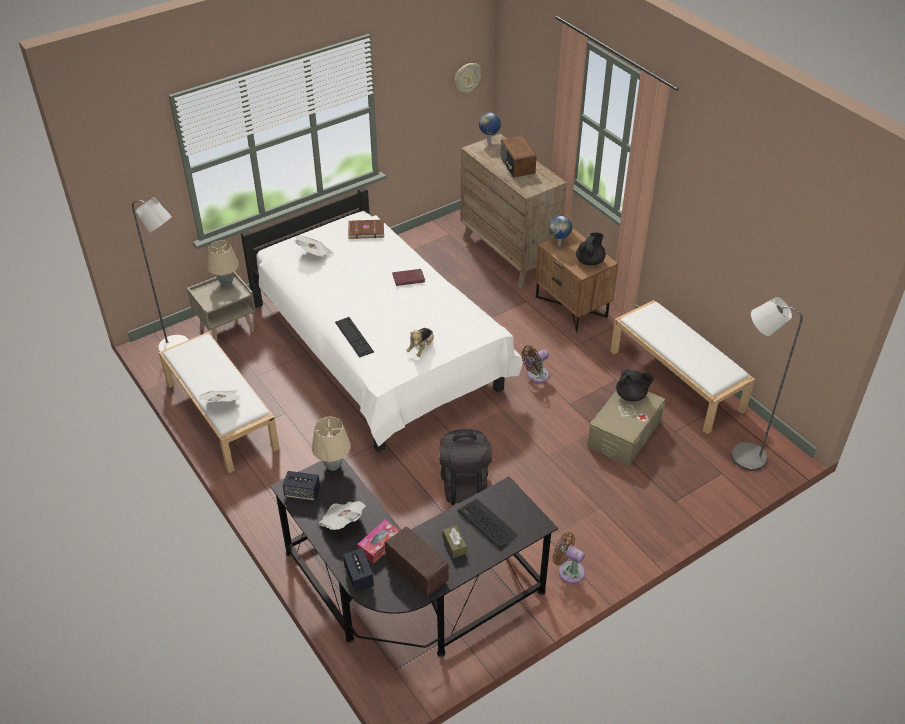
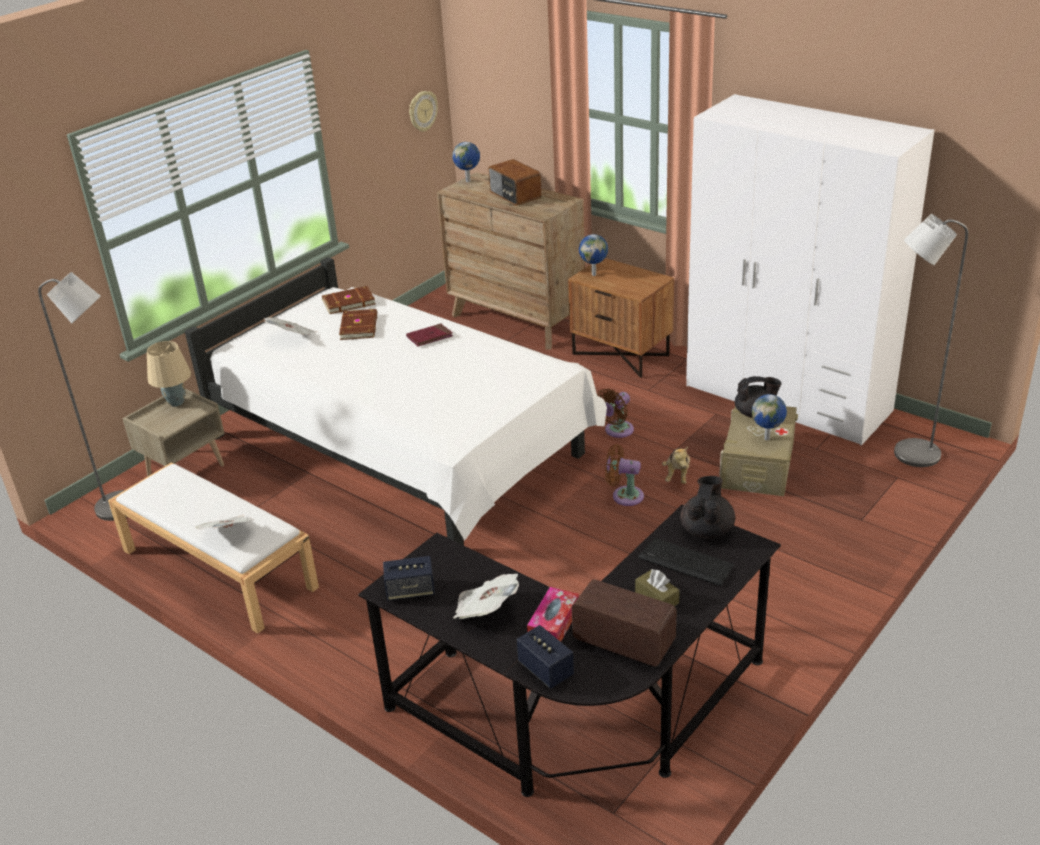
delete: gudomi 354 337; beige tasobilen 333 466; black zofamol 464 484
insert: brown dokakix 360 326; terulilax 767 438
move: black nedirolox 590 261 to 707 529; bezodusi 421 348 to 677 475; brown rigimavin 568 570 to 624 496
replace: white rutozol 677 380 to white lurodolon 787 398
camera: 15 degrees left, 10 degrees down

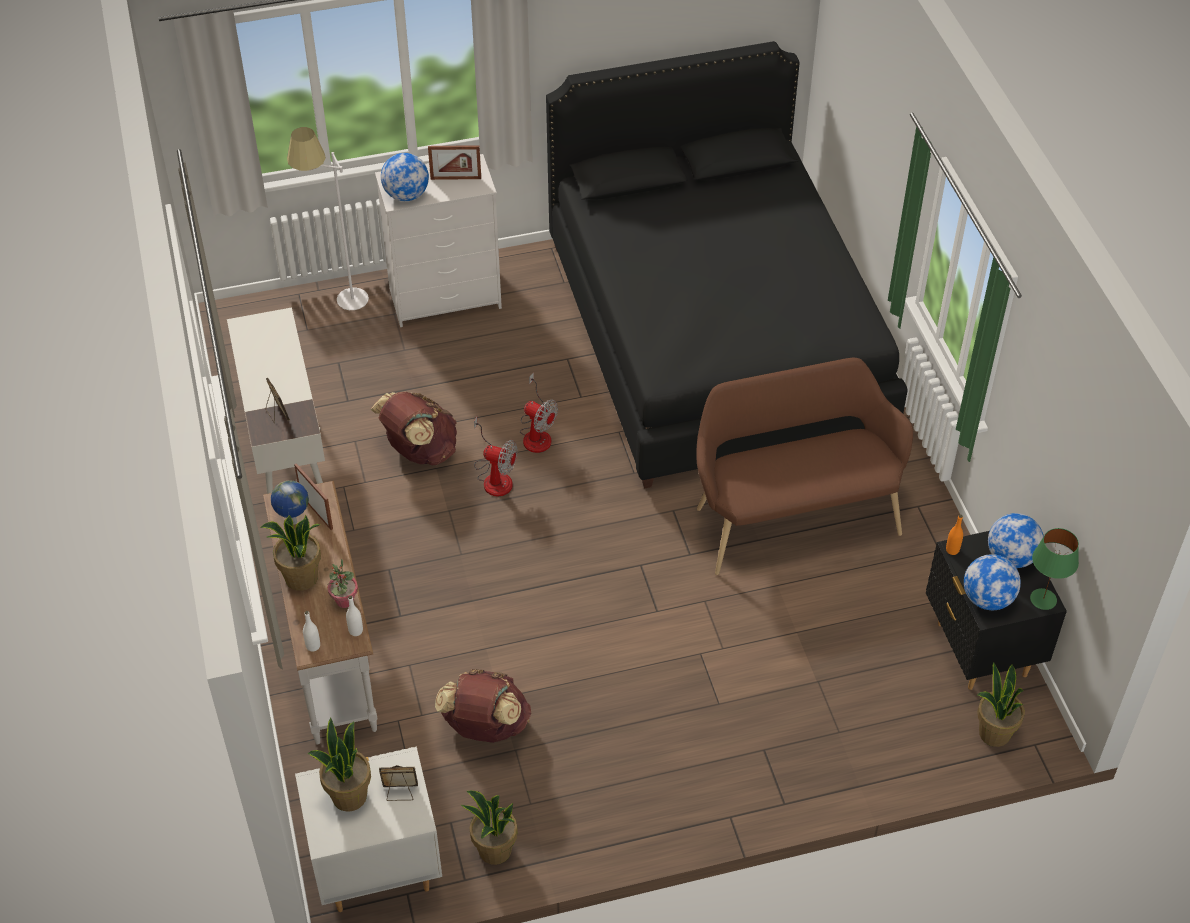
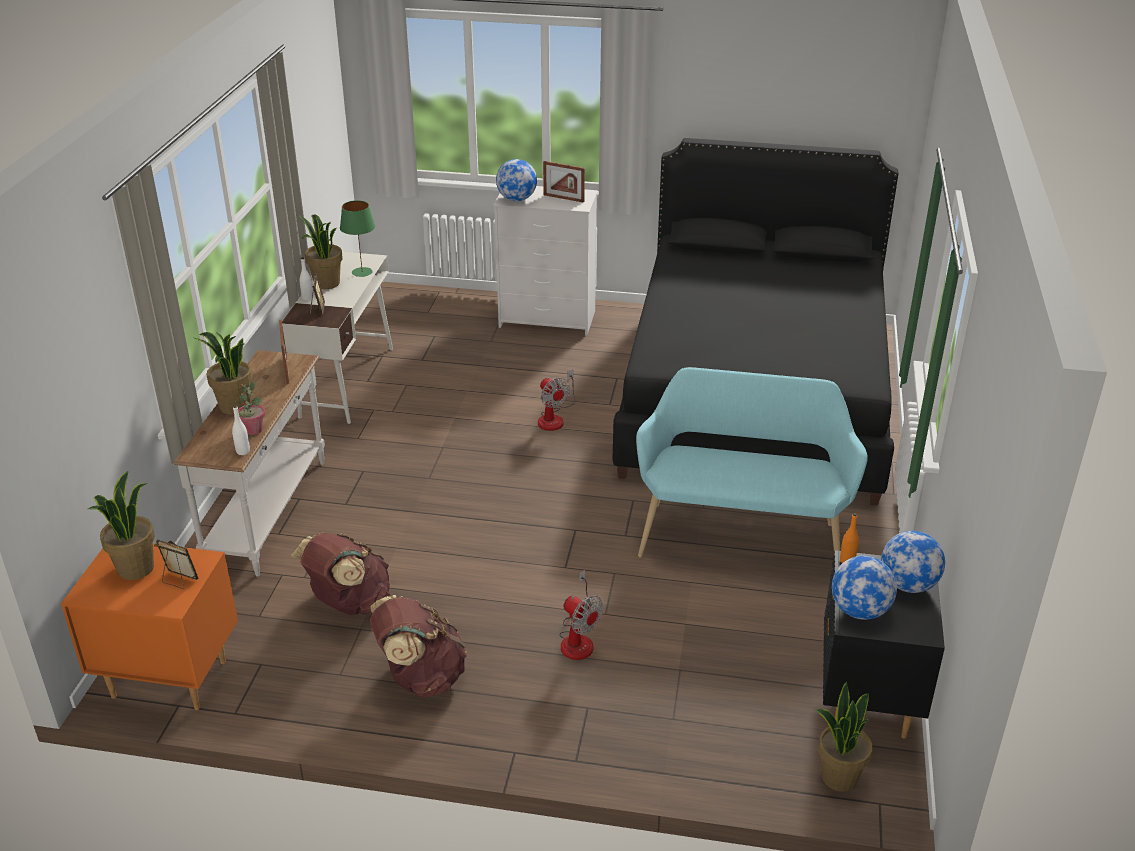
delete: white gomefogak 340 306; terulilax 293 522
move: brown zofamol 419 451 to 420 677; rigimavin 495 477 to 578 639; green tasobilen 1042 599 to 361 272; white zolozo 313 646 to 307 298; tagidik 494 850 to 326 283
recolor: brown rutozol 792 516 to turquoise rutozol 741 535; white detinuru 377 870 to orange detinuru 170 678
camera: 25 degrees right, 15 degrees down

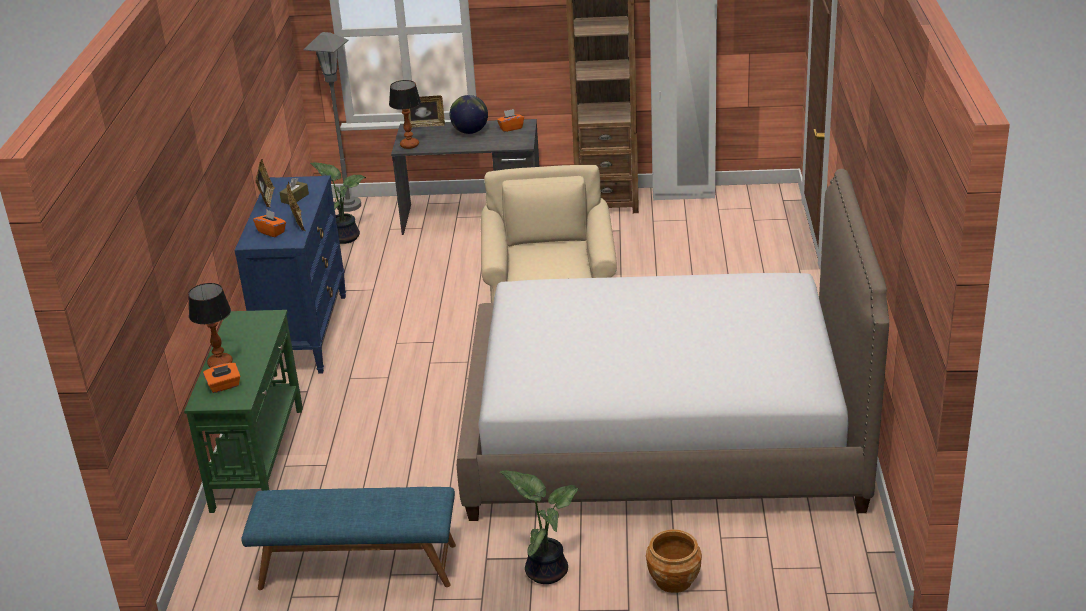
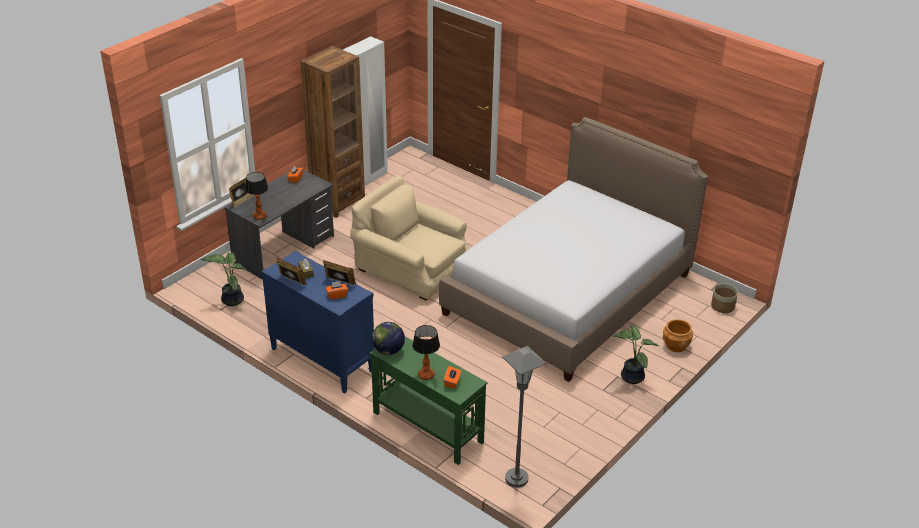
delete: blue rutozol 357 567
insert: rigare 722 306
move: grey gomefogak 348 205 to 516 479; terulilax 470 132 to 388 350
camera: 55 degrees left, 5 degrees up

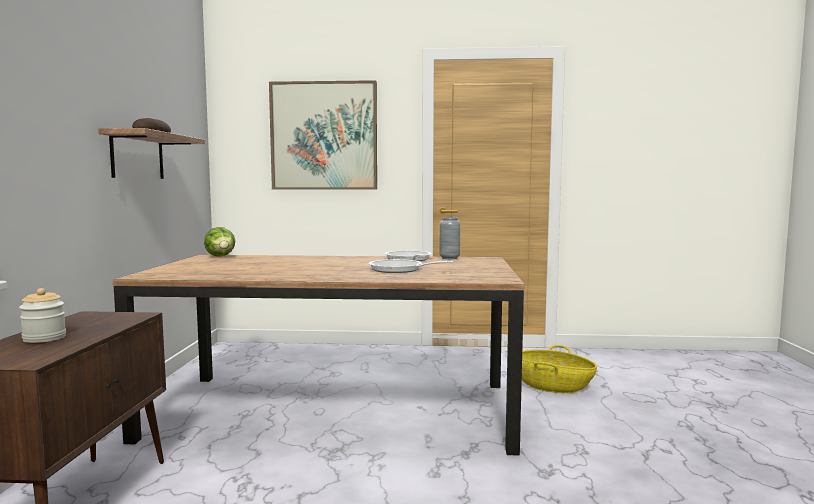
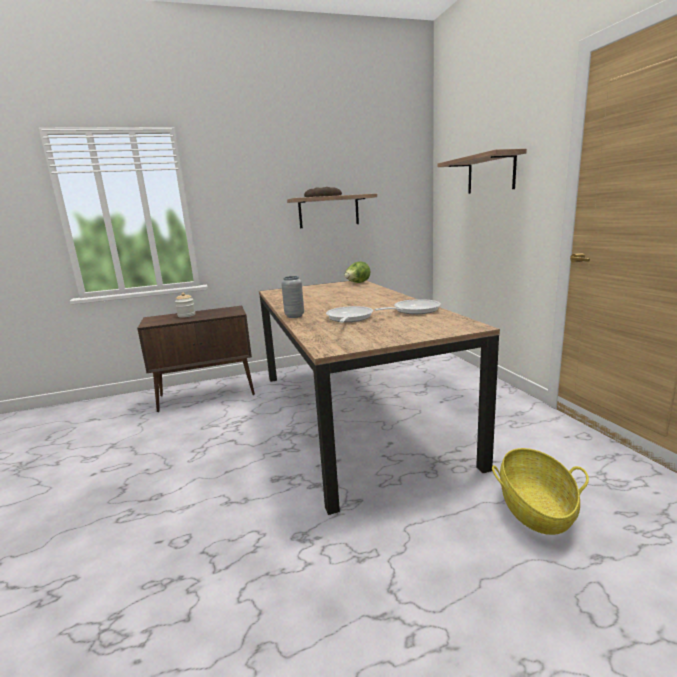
move: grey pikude 449 258 to 294 316
replace: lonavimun 324 136 to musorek 491 174
camera: 70 degrees right, 10 degrees up

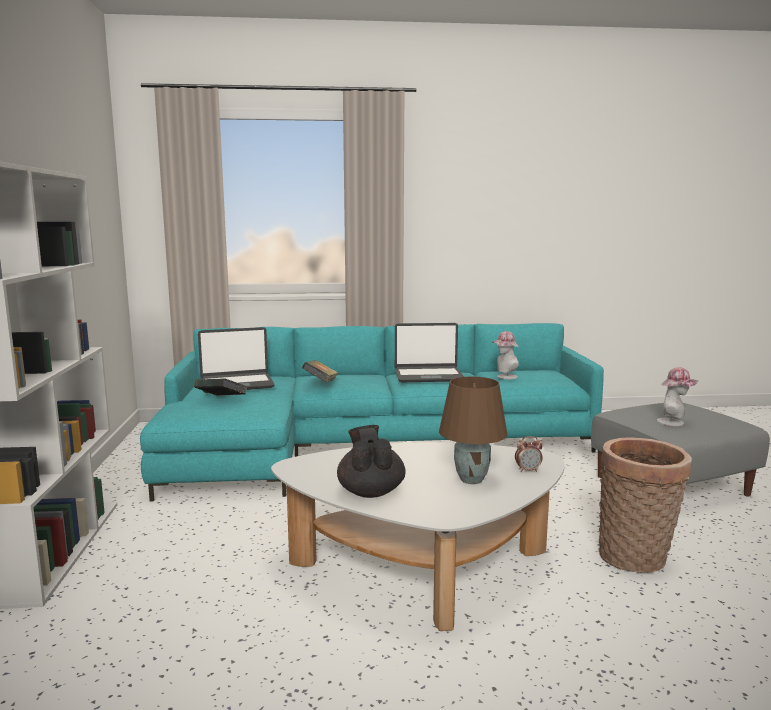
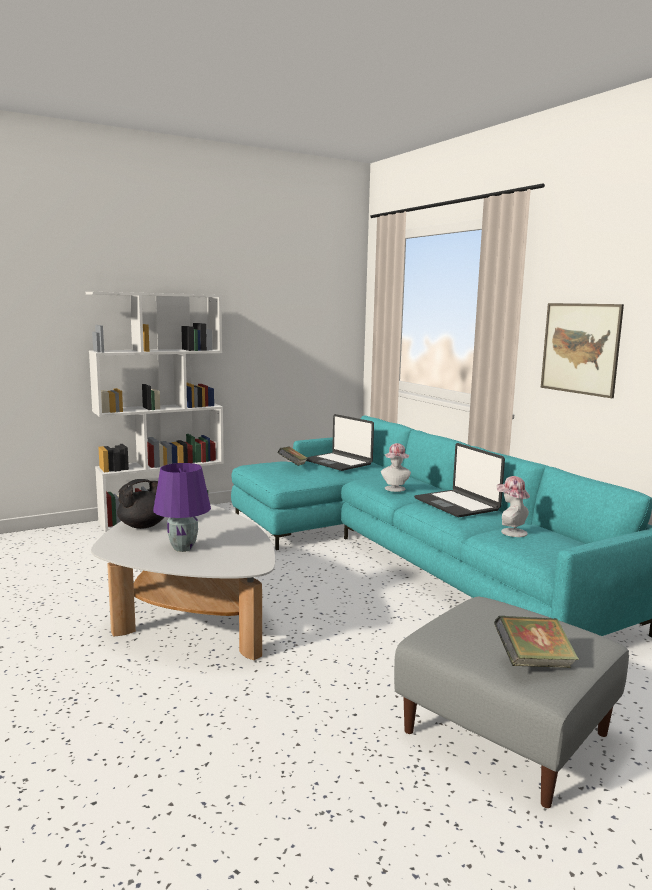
delete: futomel 528 470; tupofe 636 558
insert: lonavimun 580 348
move: dokakix 321 383 to 533 663; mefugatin 674 422 to 395 489
recolor: brown tasobilen 471 479 to purple tasobilen 184 548
camera: 65 degrees right, 0 degrees up

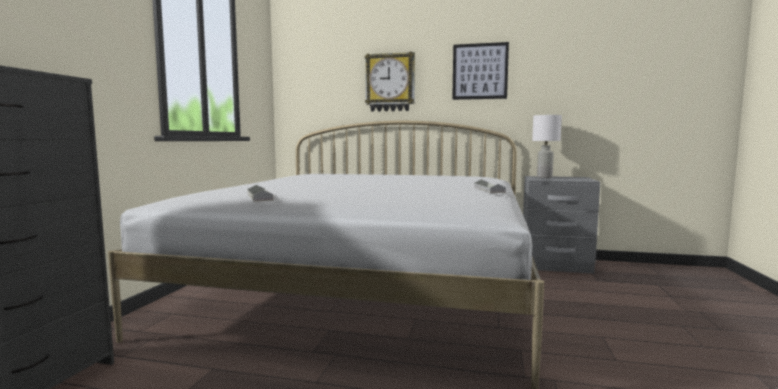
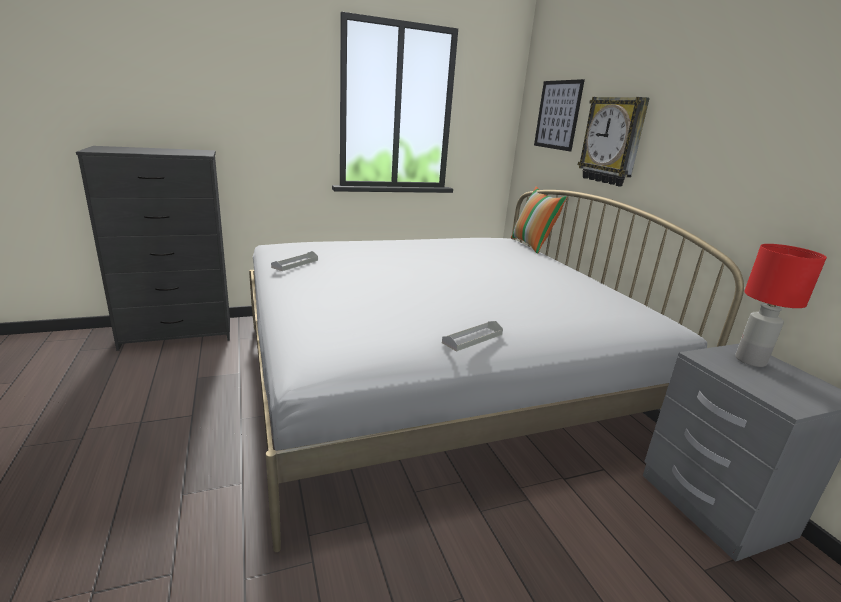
insert: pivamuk 532 245
move: lonavimun 480 71 to 557 115
recolor: white tasobilen 544 177 to red tasobilen 749 360
camera: 55 degrees right, 15 degrees up

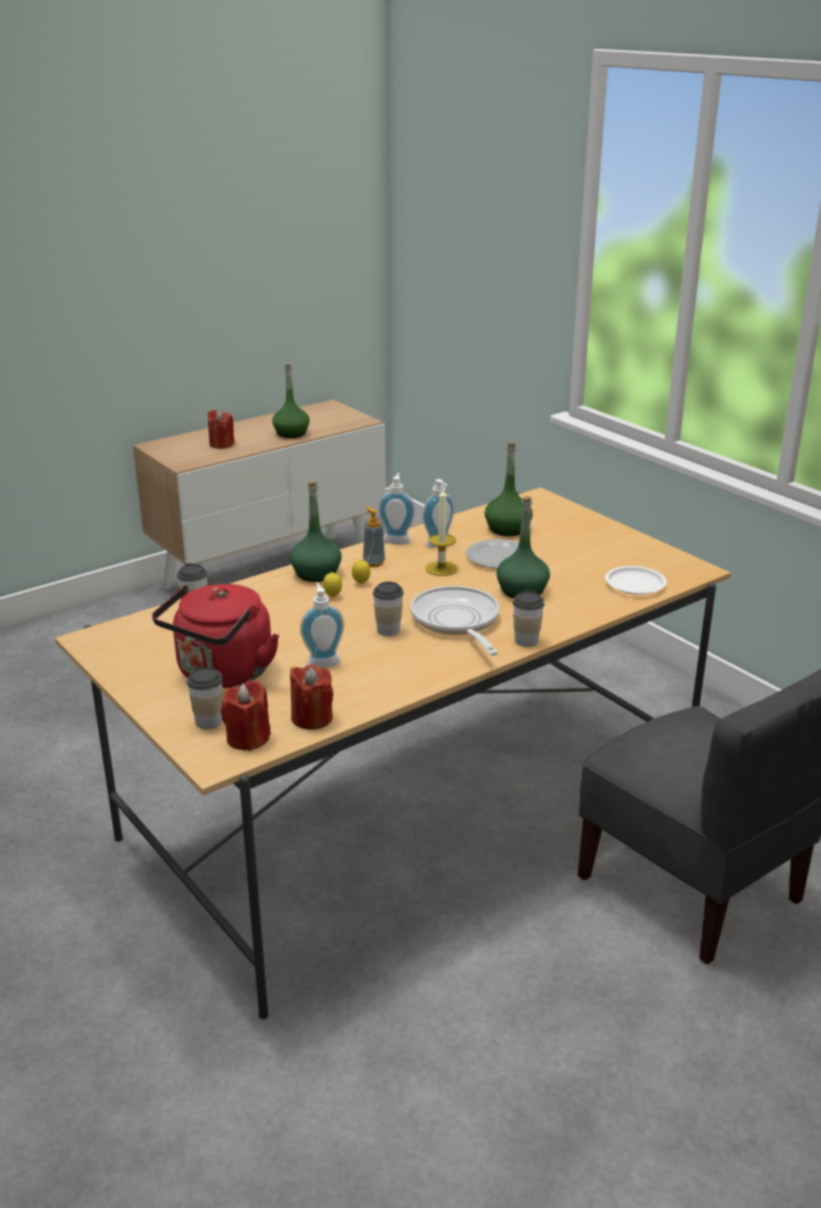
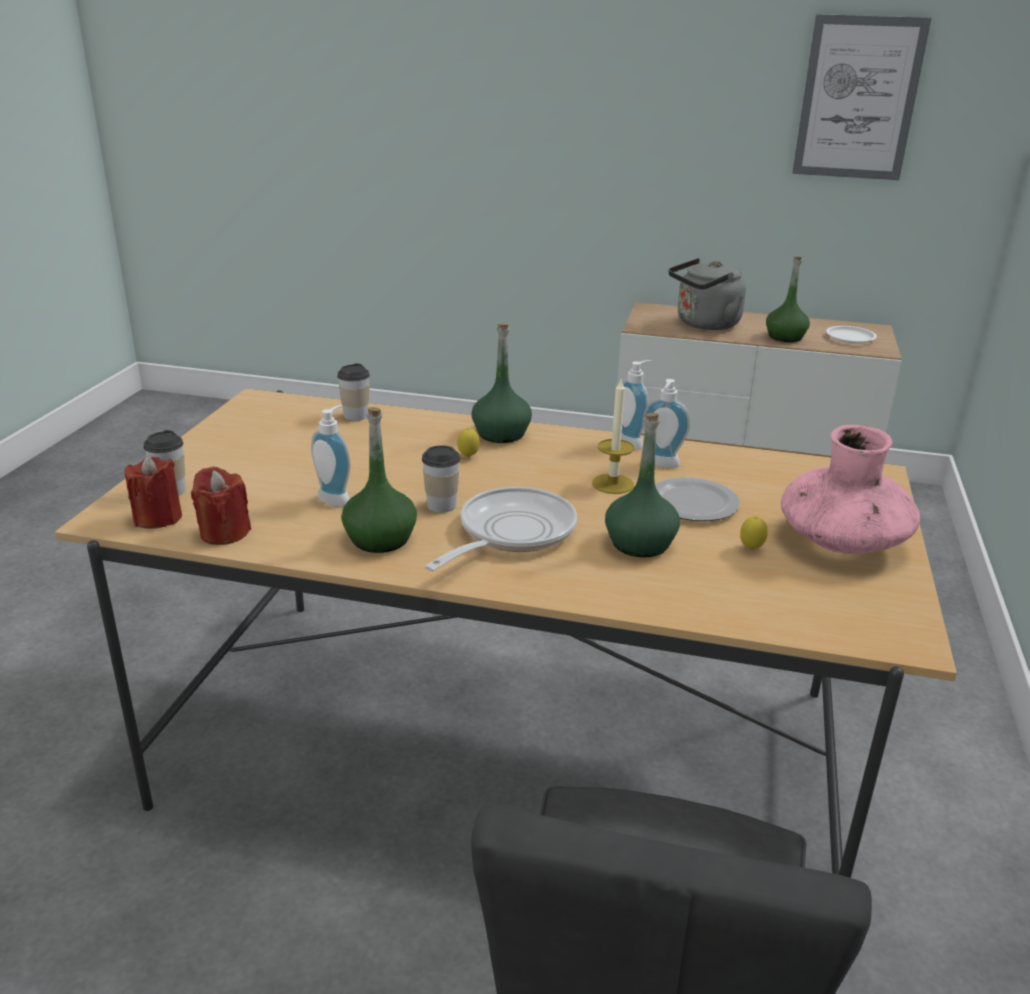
delete: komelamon 373 563; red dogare 222 675; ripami 526 641
insert: lonavimun 858 99; pink pikude 842 541
move: green zolozo 507 529 to 380 539; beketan 361 583 to 751 549; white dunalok 635 585 to 849 338
replace: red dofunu 221 444 to grey dogare 704 324
camera: 50 degrees right, 0 degrees up

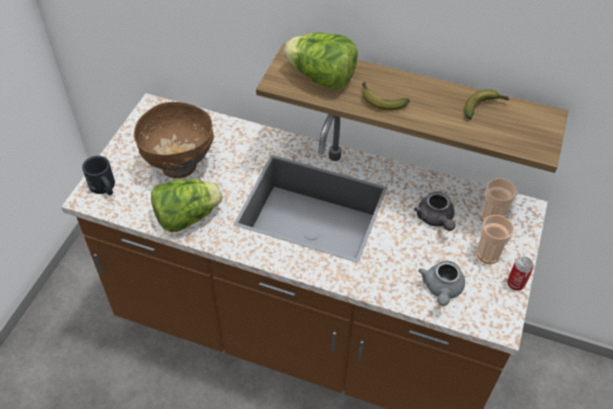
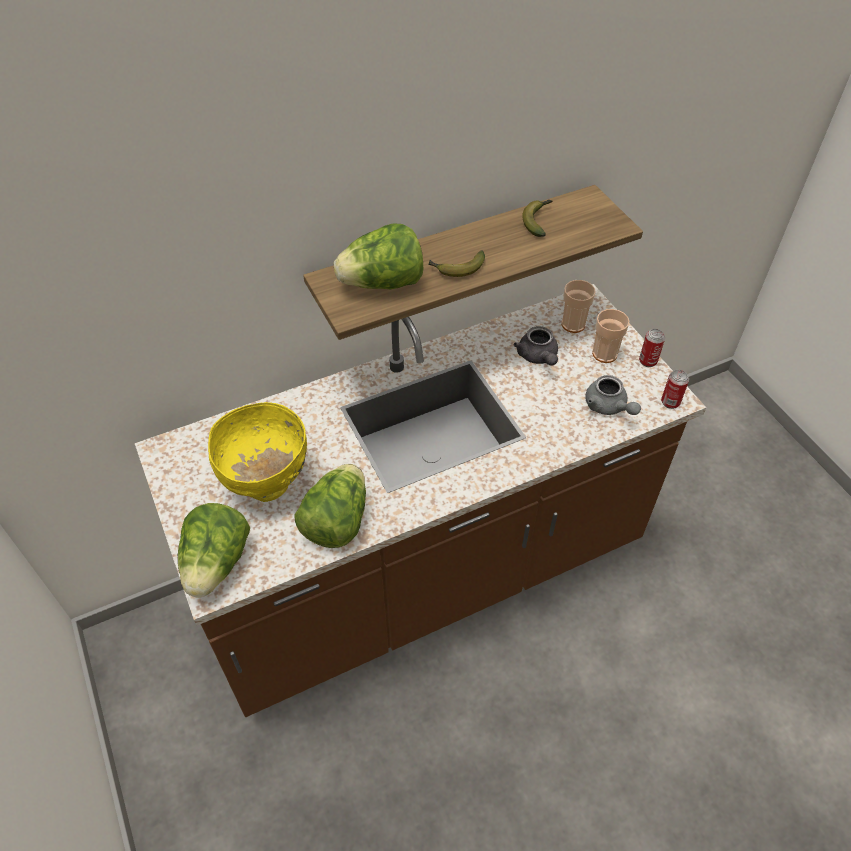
insert: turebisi 670 402
replace: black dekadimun 104 188 to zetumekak 217 564
recolor: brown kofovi 179 166 to yellow kofovi 267 483
rotate: grey nedirolox 435 219 = 538 357 45 degrees clockwise
camera: 45 degrees left, 0 degrees up

